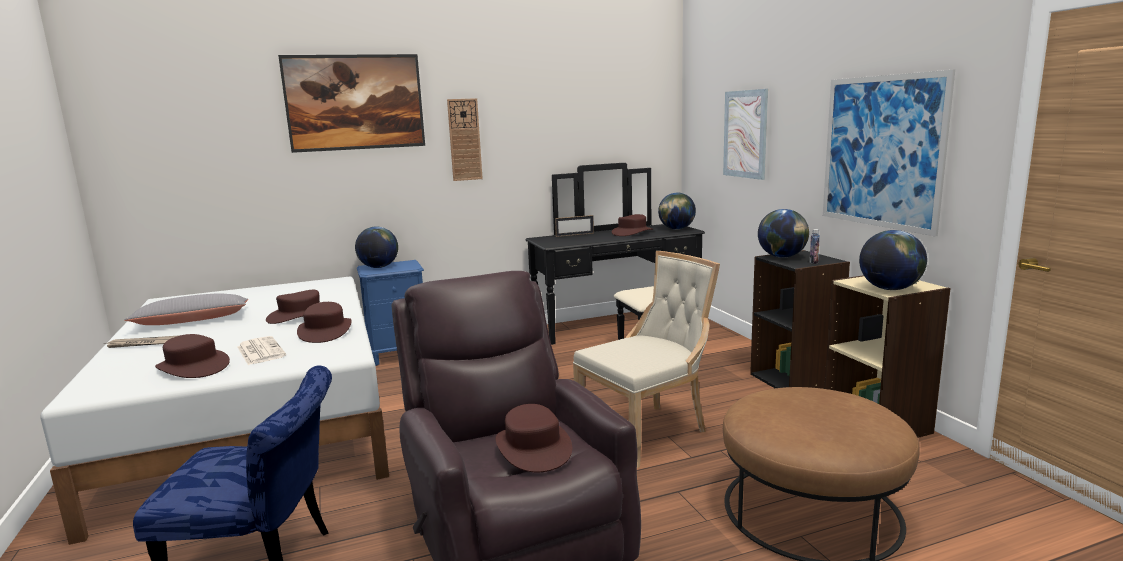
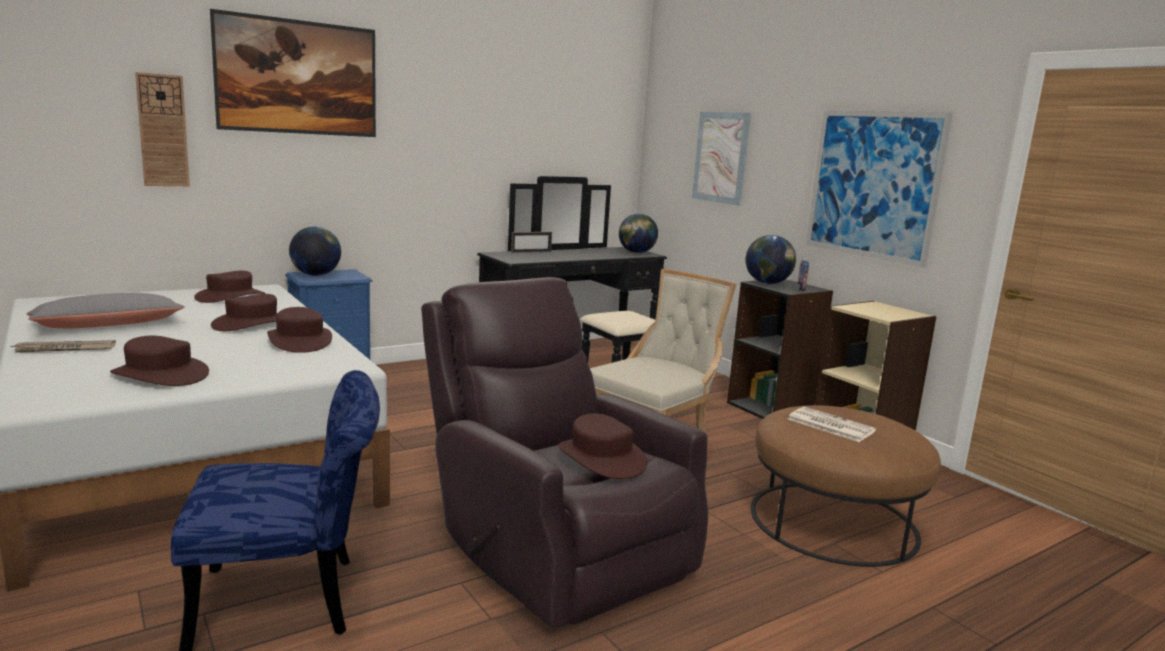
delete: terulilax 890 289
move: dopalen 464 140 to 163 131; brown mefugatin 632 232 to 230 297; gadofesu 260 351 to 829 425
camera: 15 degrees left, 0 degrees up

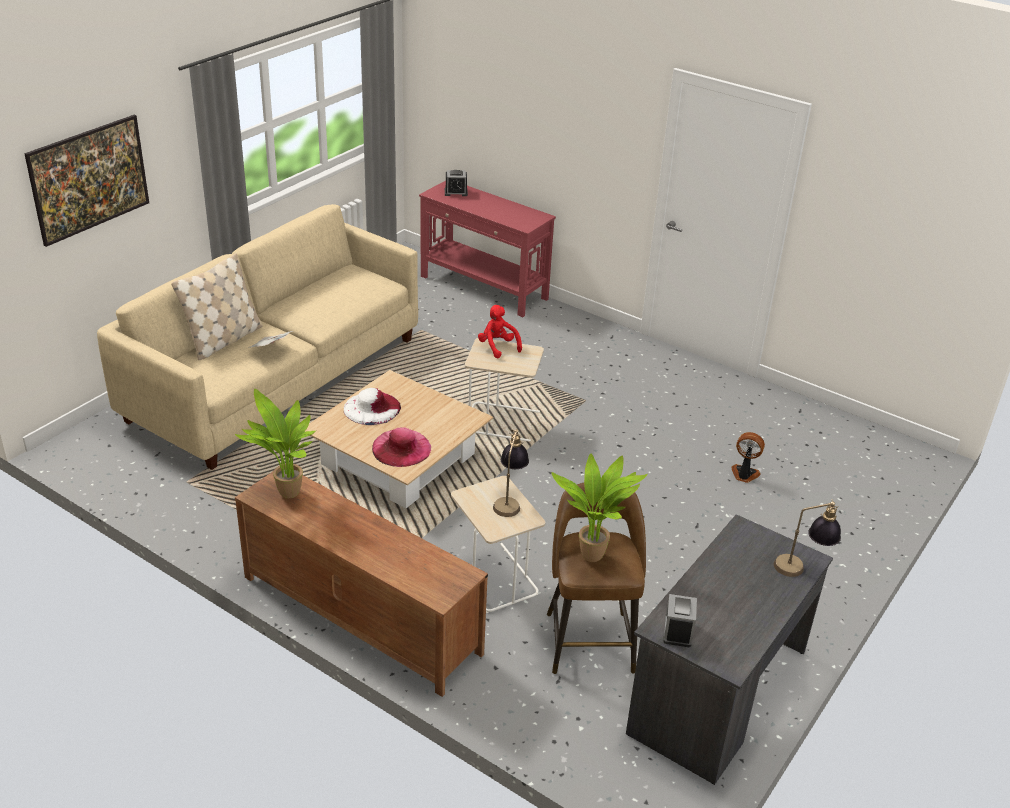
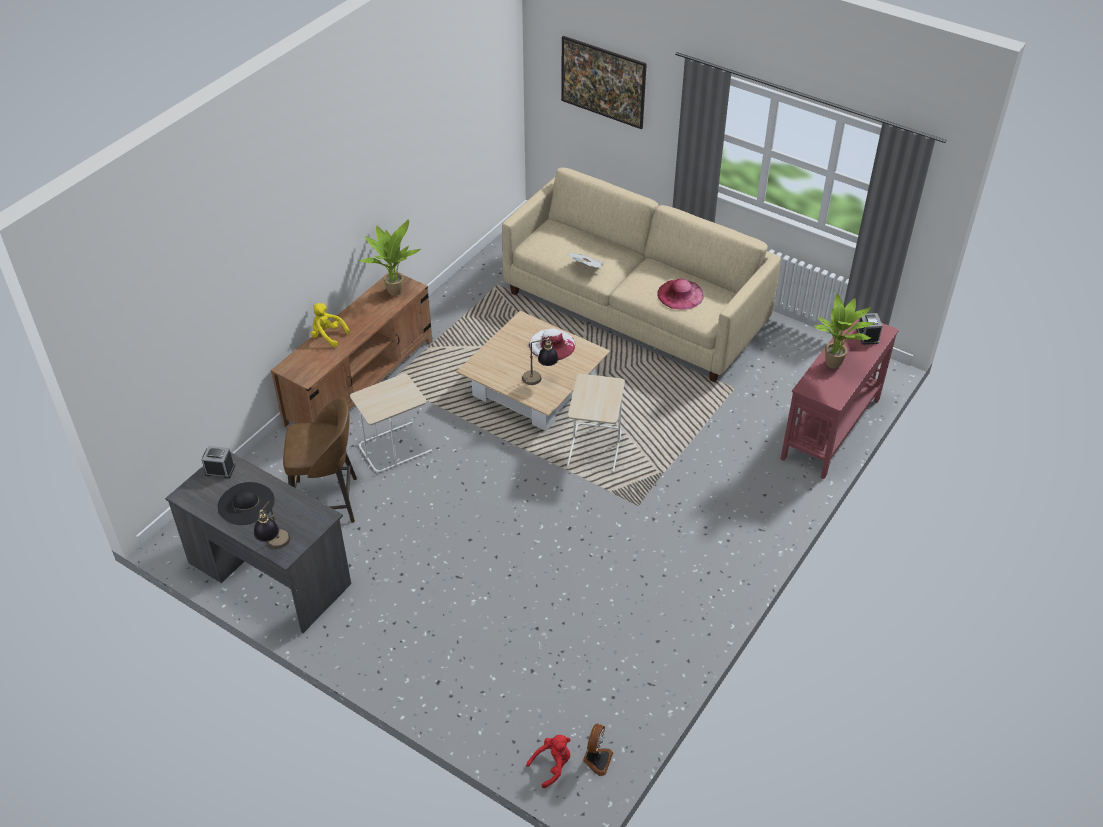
delete: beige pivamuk 223 340
insert: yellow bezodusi 328 336; black mefugatin 246 503
move: red bezodusi 498 347 to 552 765; pink mefugatin 401 448 to 680 294; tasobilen 509 500 to 540 379; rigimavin 744 475 to 596 760; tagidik 593 554 to 835 365
camera: 90 degrees right, 10 degrees up

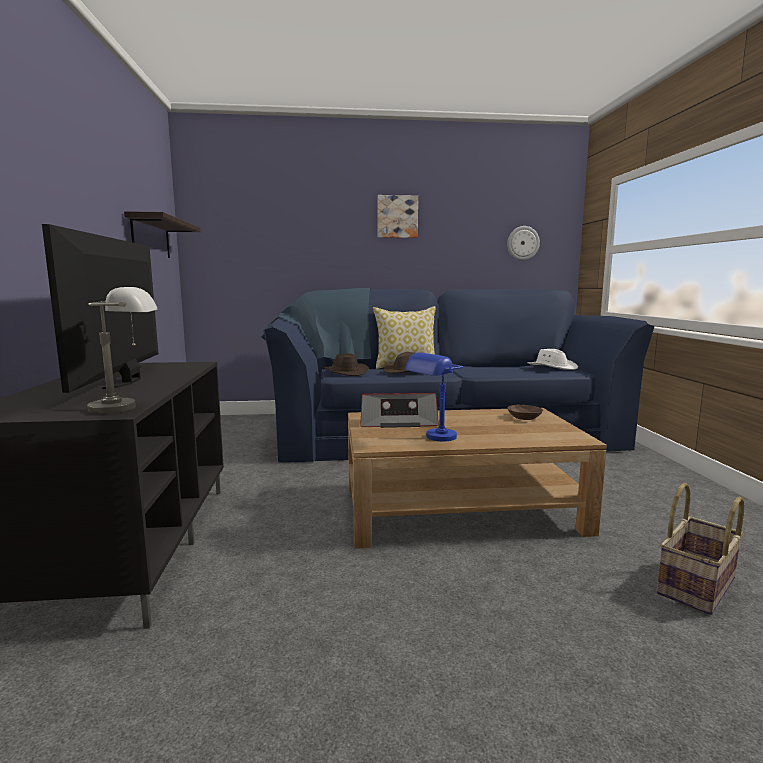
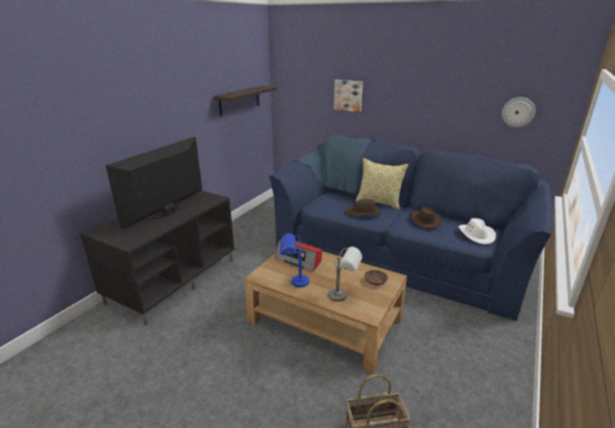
move: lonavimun 397 217 to 348 95; grey tasobilen 129 407 to 344 296; brown mefugatin 344 372 to 425 220
camera: 35 degrees right, 15 degrees up

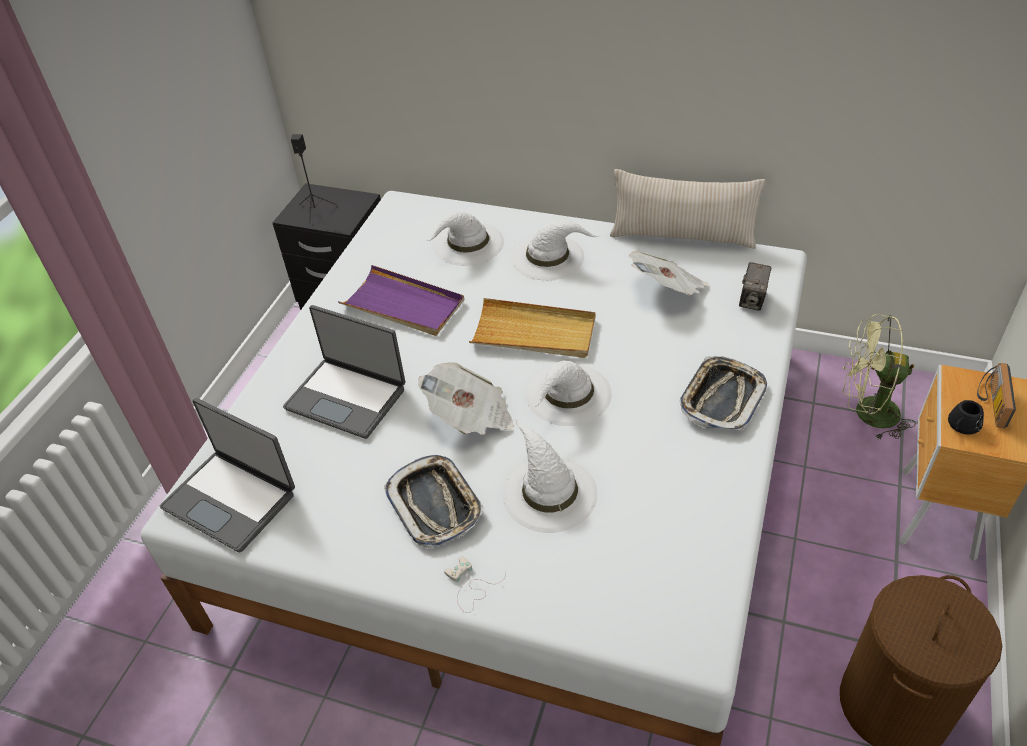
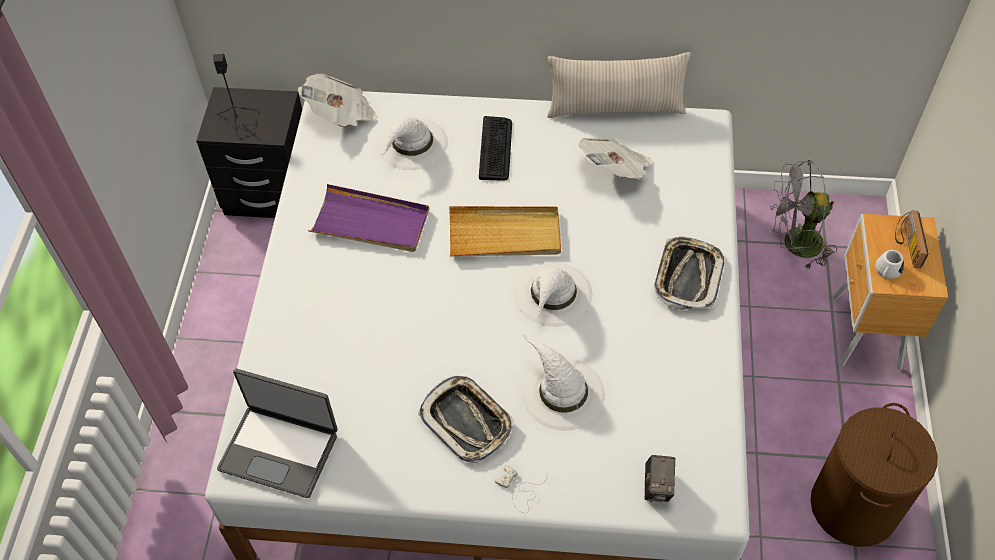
delete: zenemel 347 397
move: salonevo 752 300 to 657 487; gadofesu 470 416 to 341 115
replace: white mefugatin 549 257 to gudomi 495 149
recolor: green rigimavin 867 413 to grey rigimavin 794 245; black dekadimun 961 426 to white dekadimun 886 271
camera: 15 degrees left, 10 degrees up

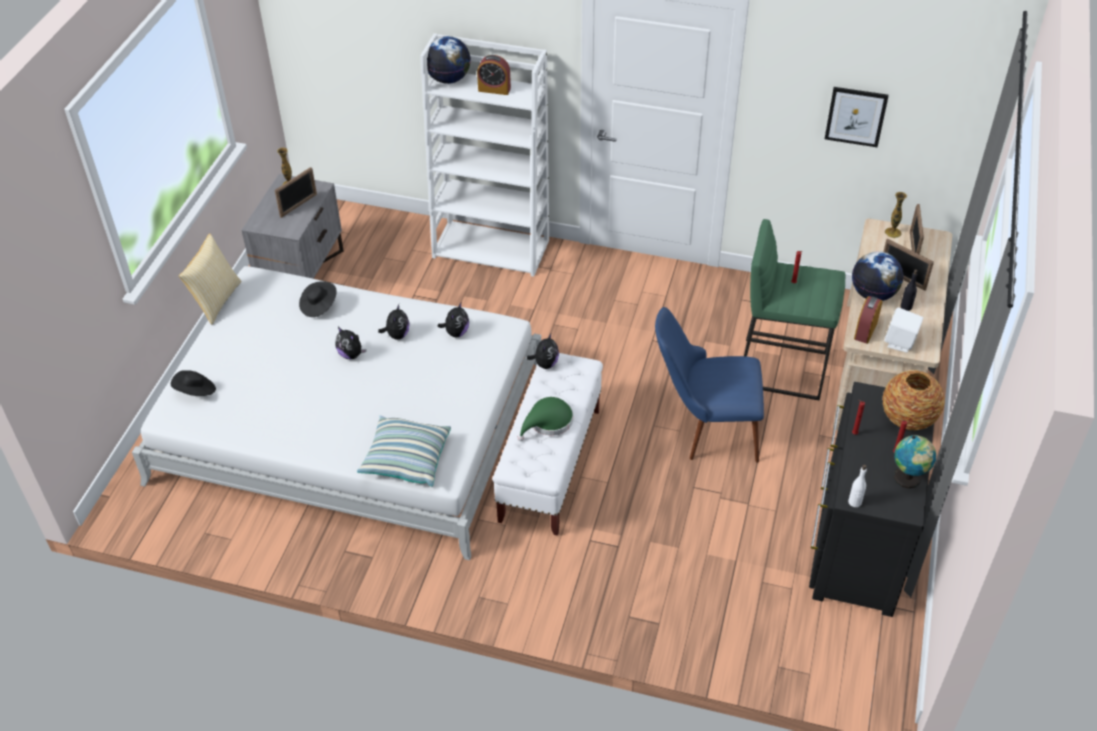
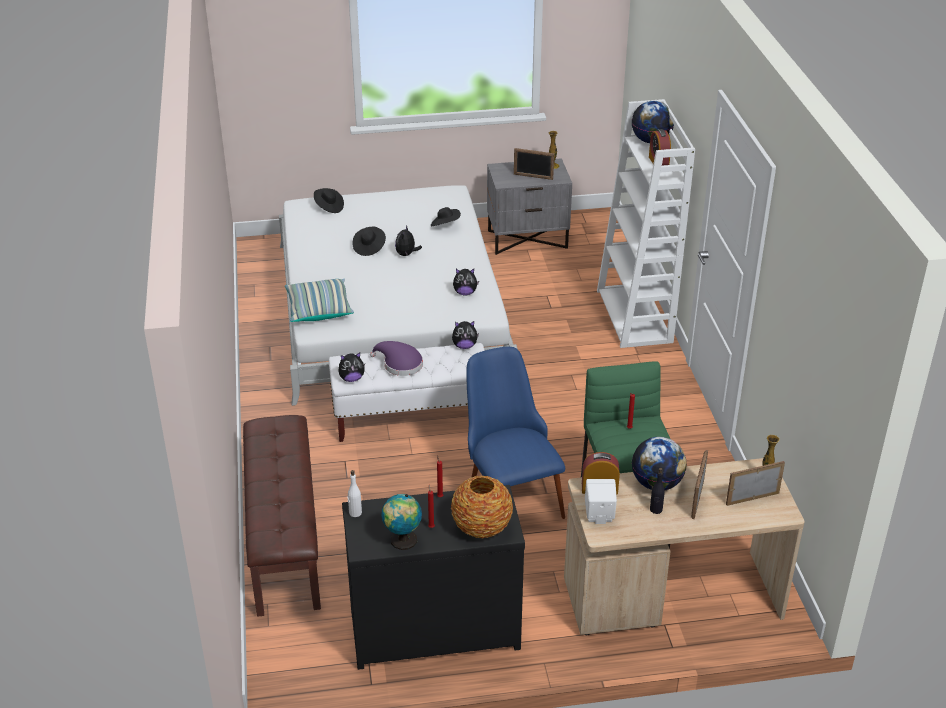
delete: lonavimun 856 116; pivamuk 216 301
insert: black mefugatin 369 248; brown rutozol 283 538
move: bezodusi 397 335 to 351 379
recolor: green mefugatin 548 422 to purple mefugatin 400 364
camera: 65 degrees right, 10 degrees down

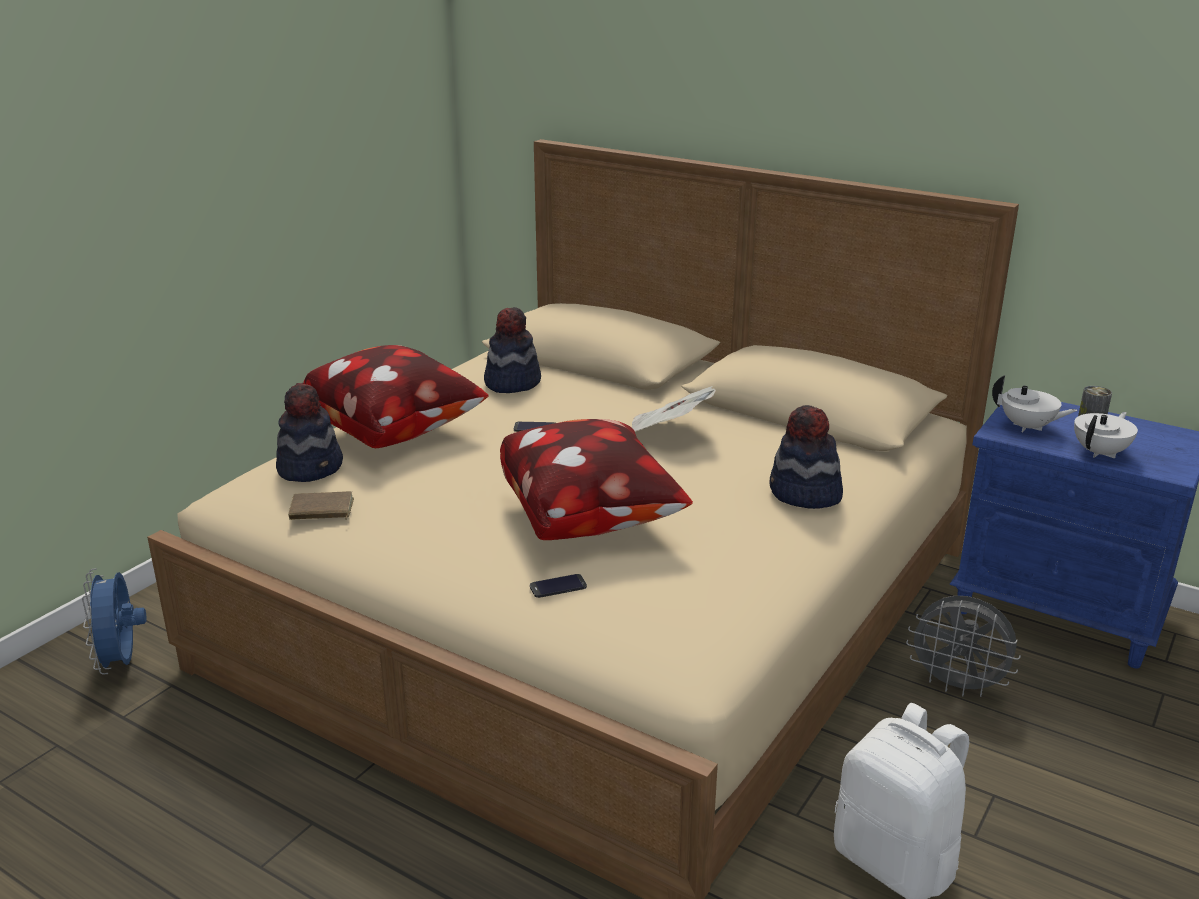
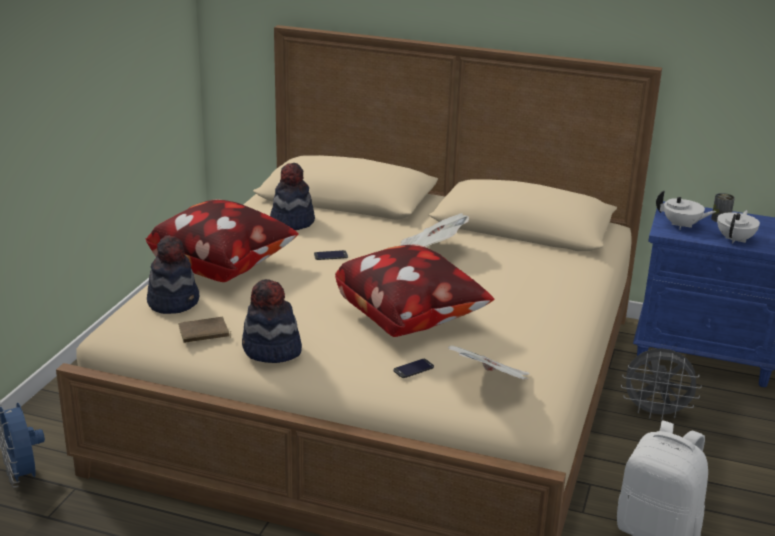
insert: gadofesu 490 383
move: mefugatin 804 494 to 271 350
camera: 15 degrees left, 0 degrees up

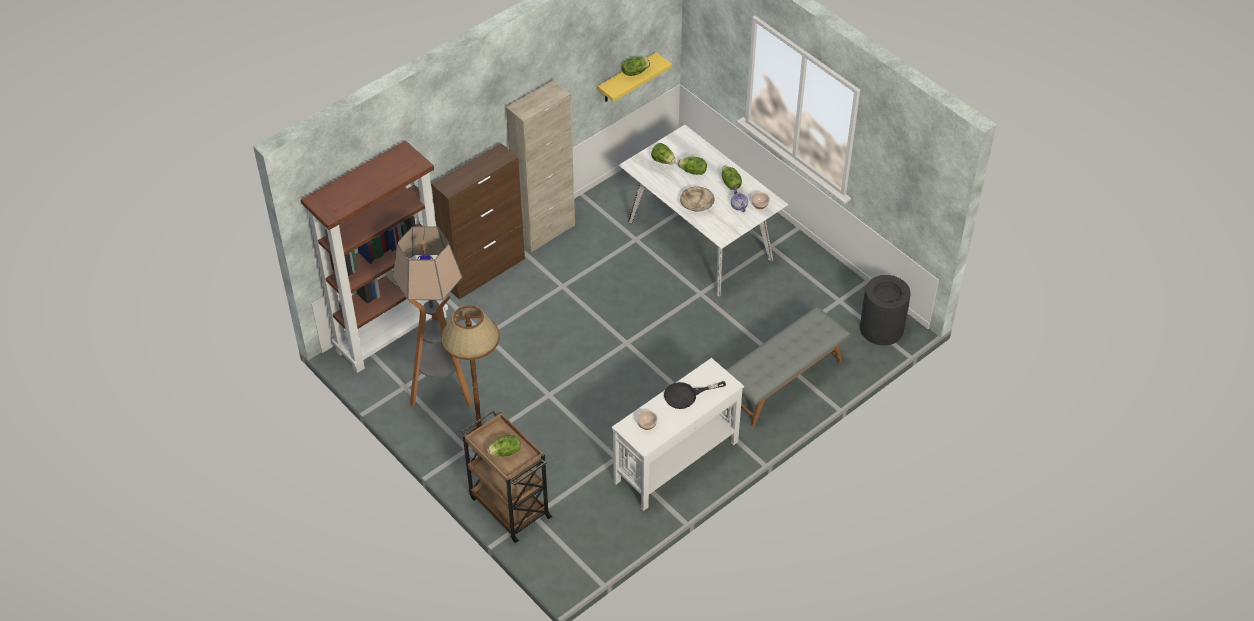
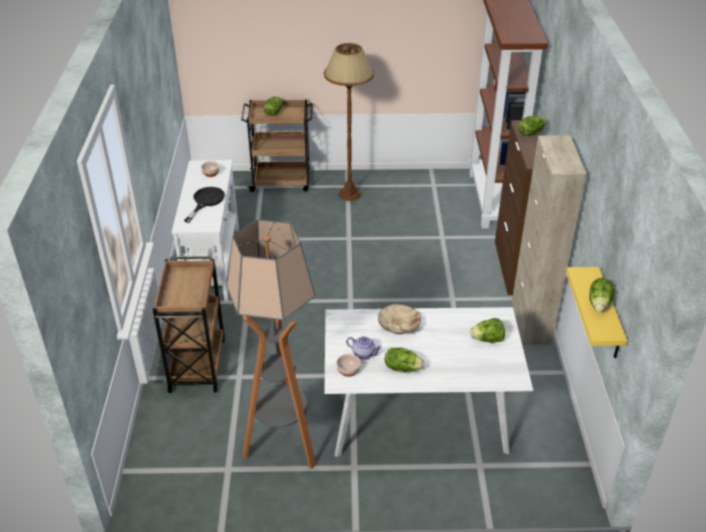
delete: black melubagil 881 328
move: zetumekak 693 171 to 530 133; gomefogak 442 391 to 283 445
replace: grey rutozol 784 382 to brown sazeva 197 363
camera: 130 degrees right, 10 degrees down

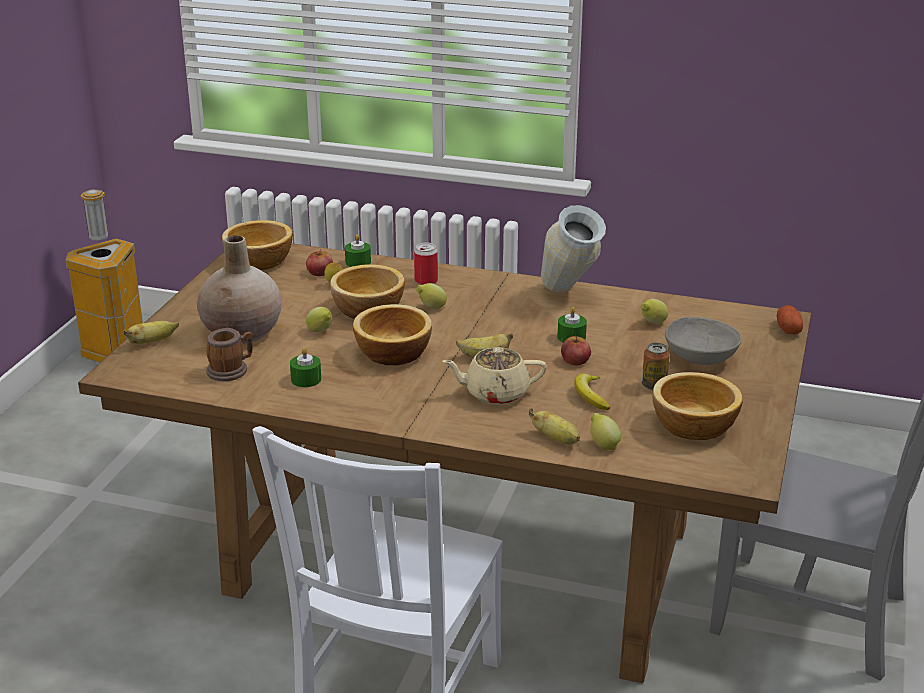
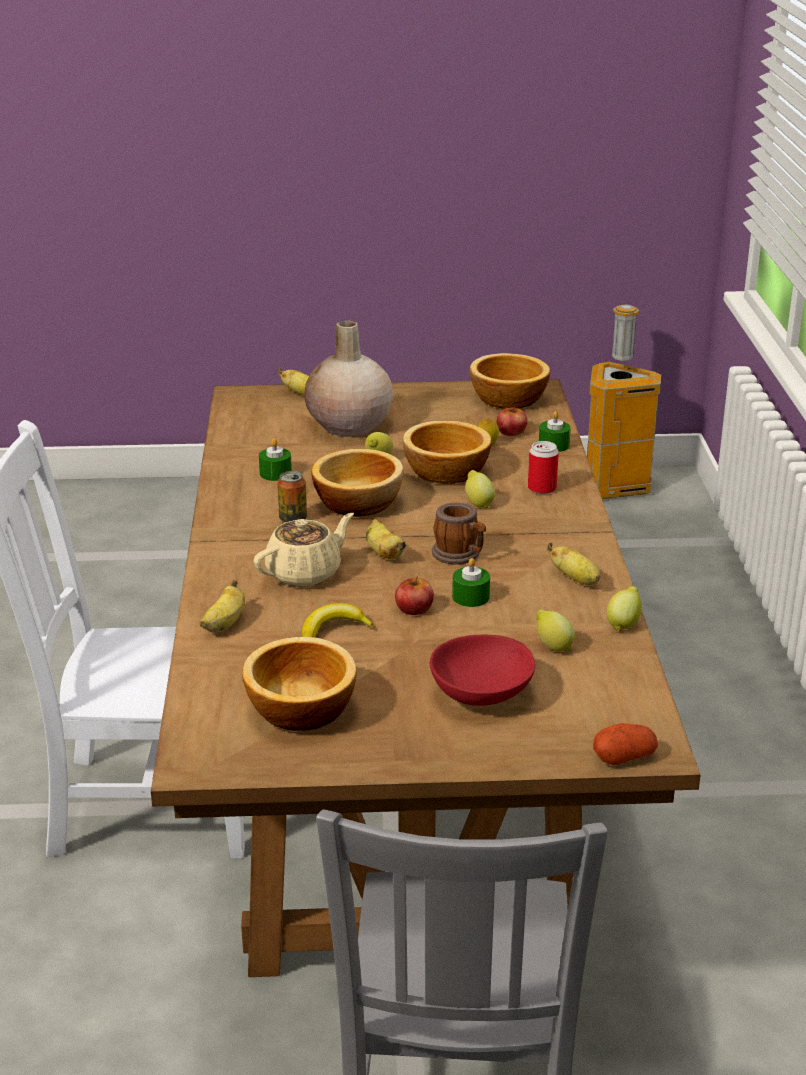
move: dekadimun 231 370 to 460 555; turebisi 654 385 to 293 519; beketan 603 445 to 623 624
replace: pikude 569 298 to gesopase 576 579
recolor: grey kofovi 699 358 to red kofovi 480 693
rotate: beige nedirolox 495 393 = 305 573 75 degrees clockwise
camera: 70 degrees right, 0 degrees up

